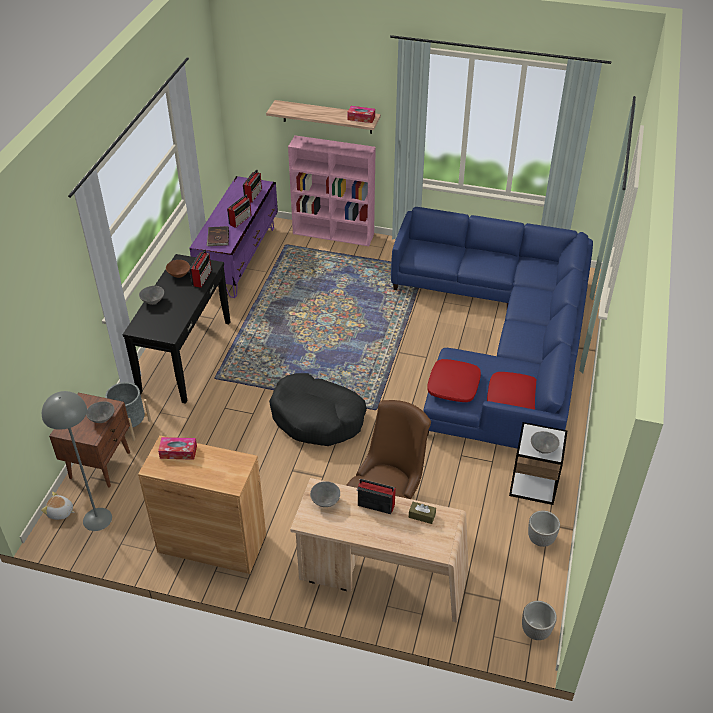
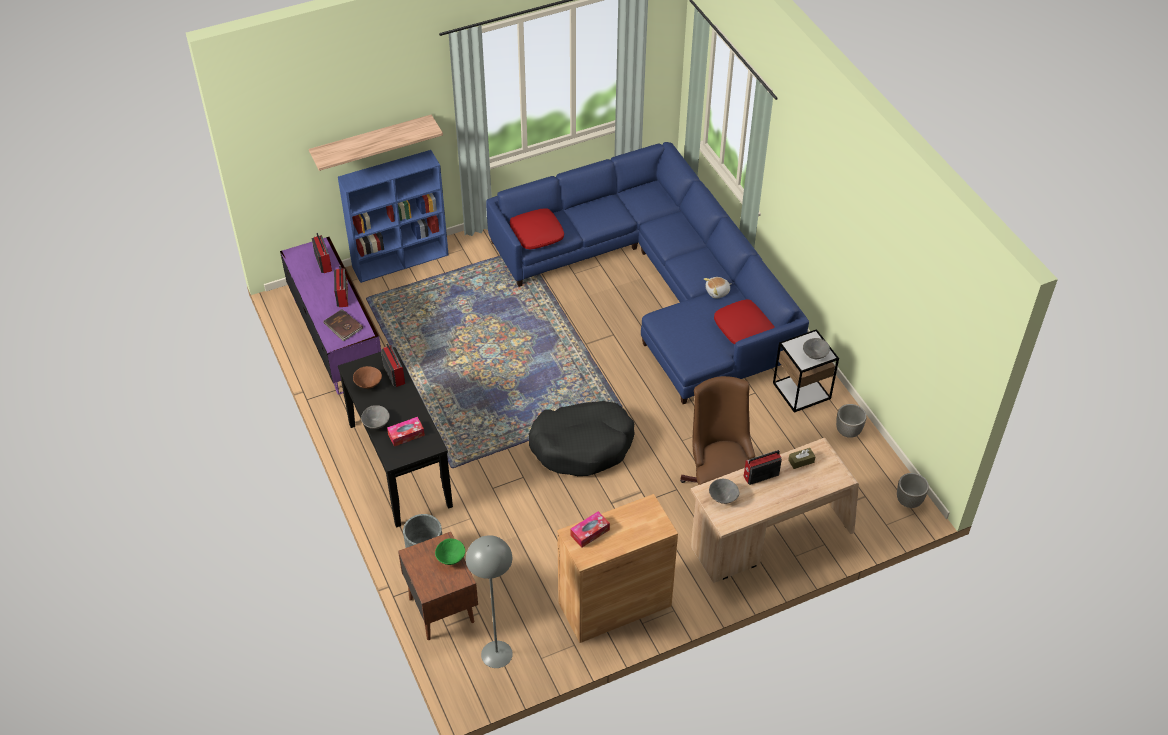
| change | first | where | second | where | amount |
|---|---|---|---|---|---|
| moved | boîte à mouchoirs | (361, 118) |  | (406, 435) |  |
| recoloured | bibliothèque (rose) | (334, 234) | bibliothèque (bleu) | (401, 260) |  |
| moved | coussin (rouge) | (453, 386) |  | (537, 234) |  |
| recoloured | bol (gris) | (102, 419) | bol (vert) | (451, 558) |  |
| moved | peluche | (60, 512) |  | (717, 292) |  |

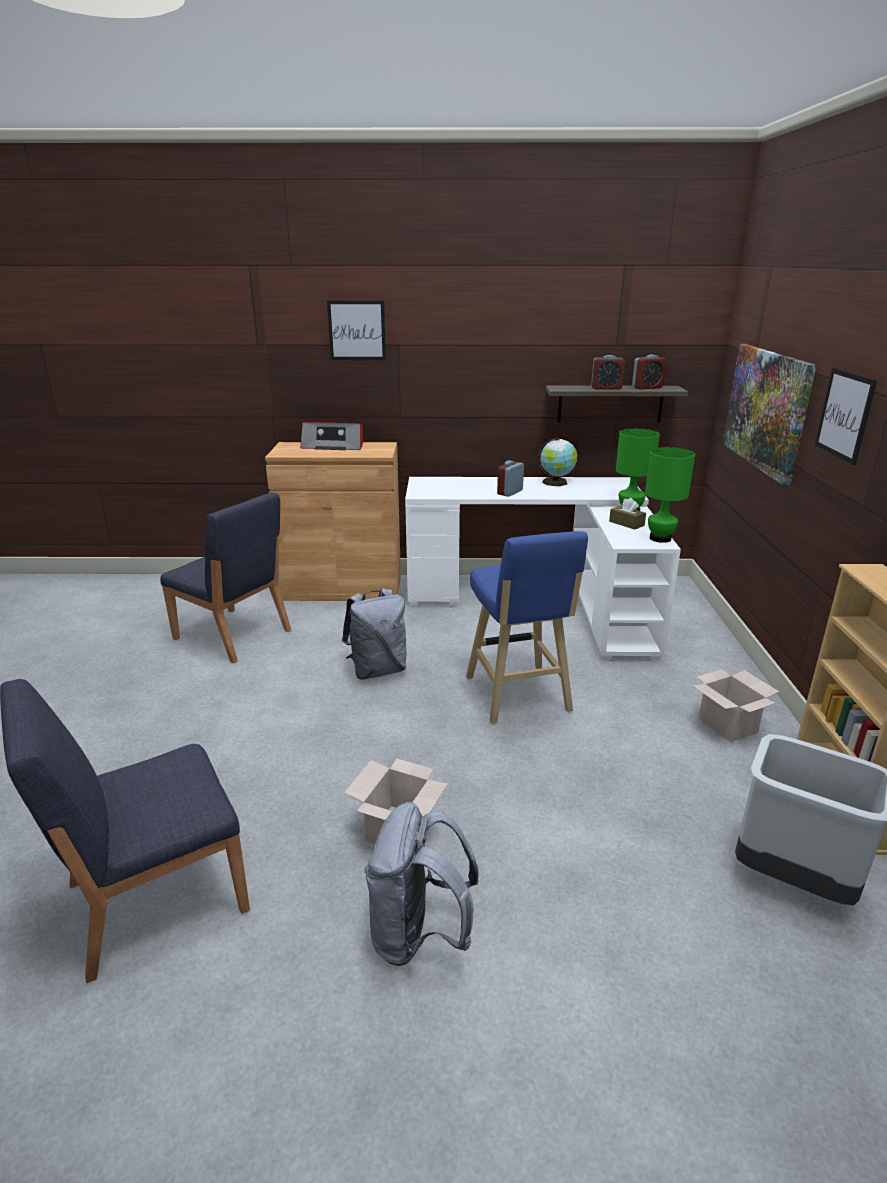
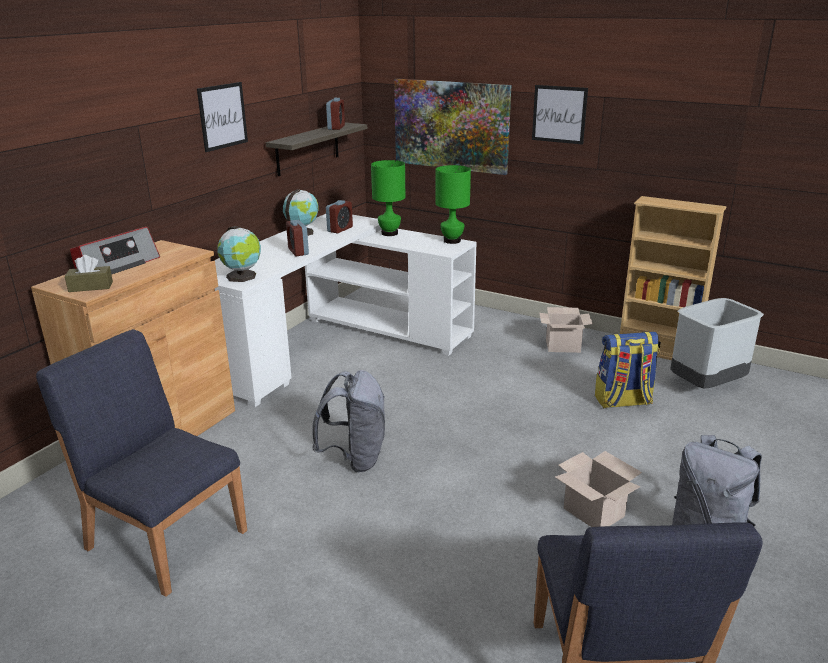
| change | first | where | second | where | amount |
|---|---|---|---|---|---|
| moved | tableau | (357, 330) |  | (222, 116) |  |
| moved | réveil | (606, 388) |  | (340, 229) |  |
| turned | chaise (bleu) | (233, 635) |  | (166, 538) | 120 degrees counterclockwise |
| moved | boîte à mouchoirs (marron) | (626, 523) |  | (90, 286) |  |
| removed | tabouret (bleu) | (518, 697) |  |  |  |
| added |  |  | globe | (242, 277) |  |
| added |  |  | sac à dos | (623, 401) |  |

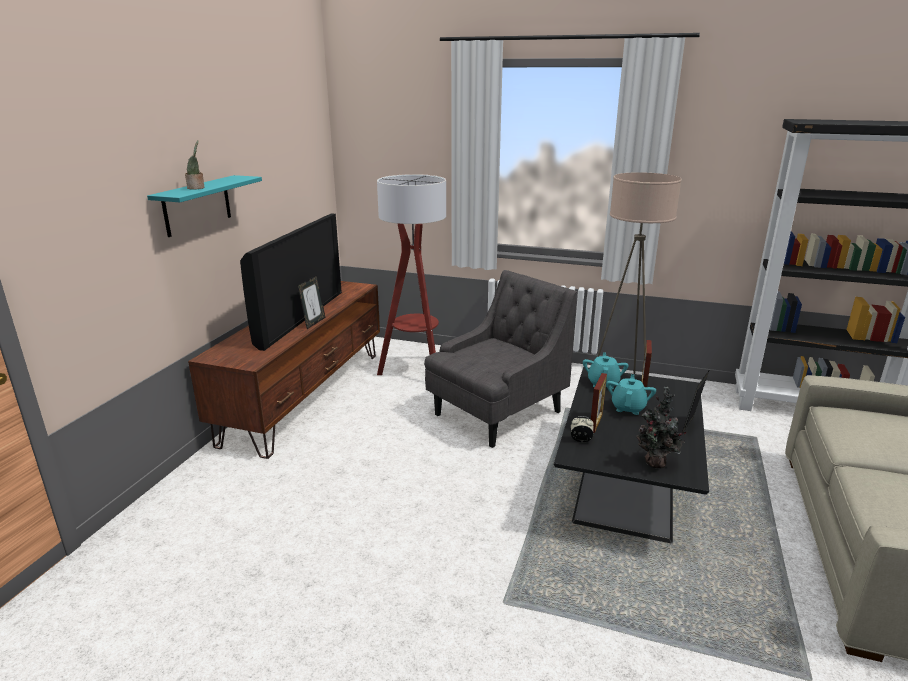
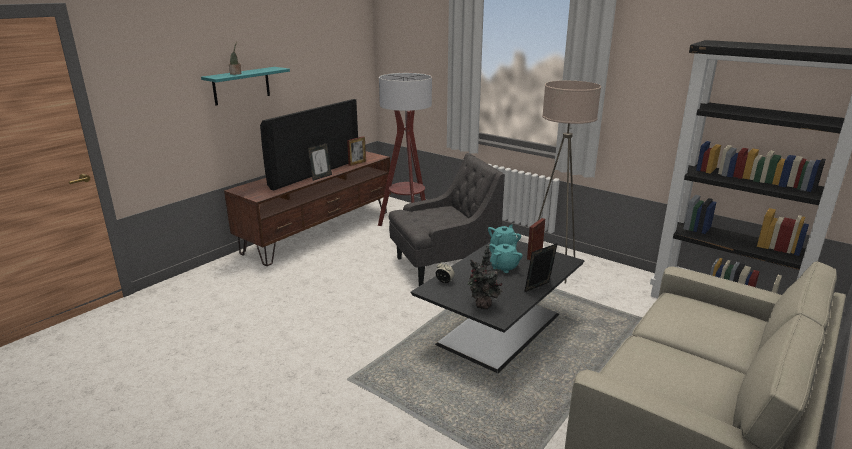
| change | first | where | second | where | amount |
|---|---|---|---|---|---|
| moved | cadre photo | (596, 423) |  | (357, 163) |  |

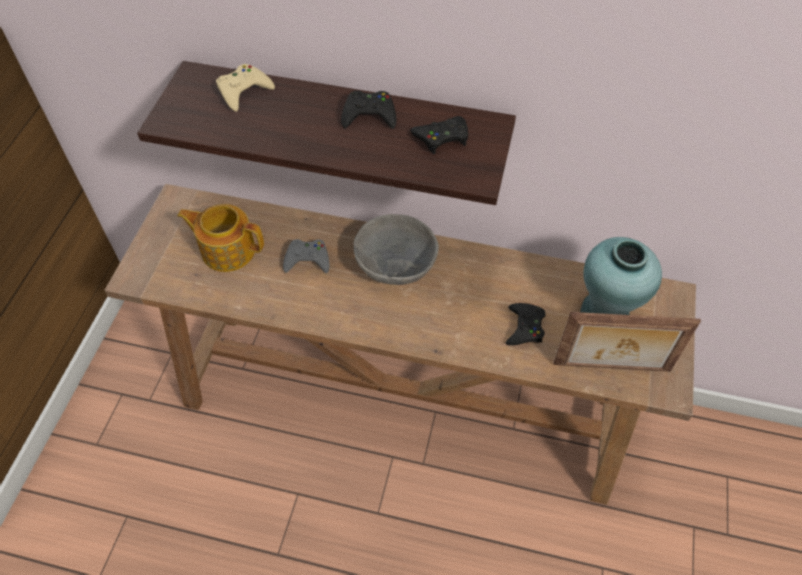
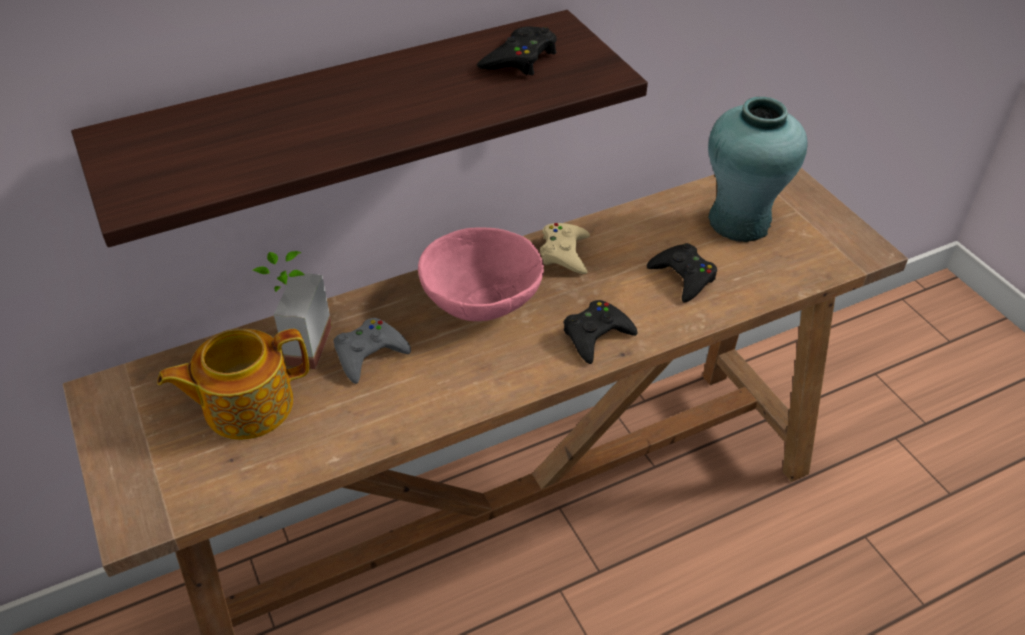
| change | first | where | second | where | amount |
|---|---|---|---|---|---|
| moved | manette (beige) | (243, 91) |  | (564, 253) |  |
| moved | manette (noir) | (369, 115) |  | (596, 335) |  |
| recoloured | bol (gris) | (395, 265) | bol (rose) | (481, 299) |  |
| removed | cadre photo | (611, 369) |  |  |  |
| added |  |  | plante en pot | (297, 344) |  |

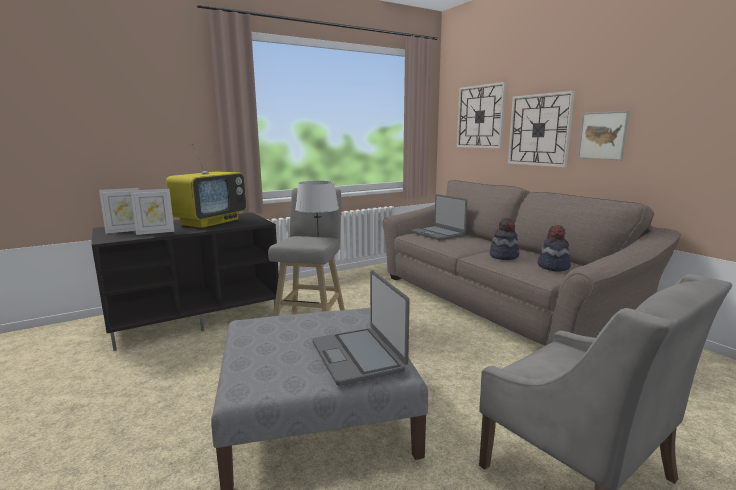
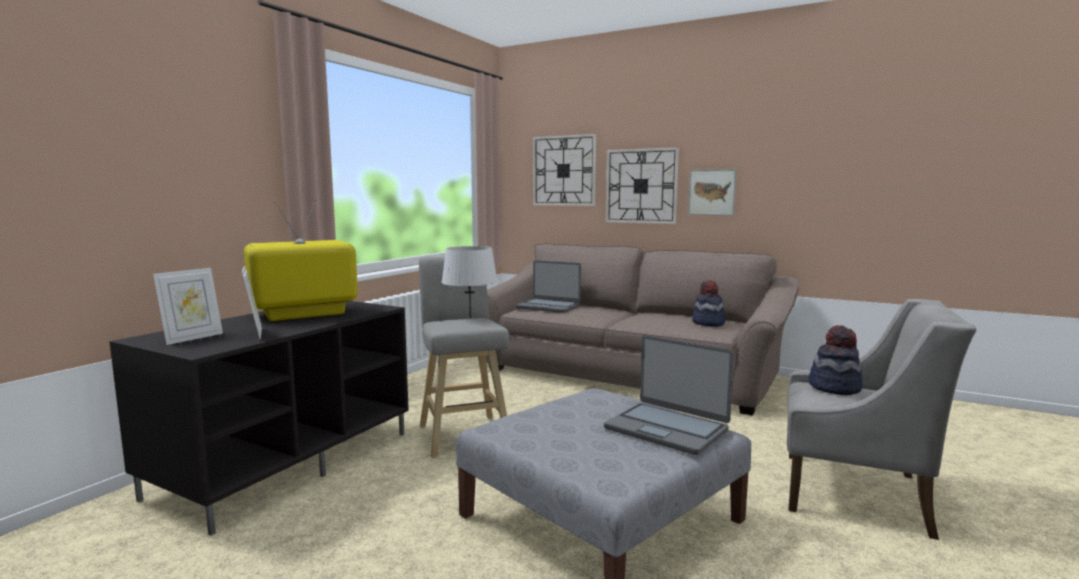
| change | first | where | second | where | amount |
|---|---|---|---|---|---|
| turned | téléviseur | (210, 222) |  | (303, 314) | 120 degrees counterclockwise |
| turned | cadre photo | (155, 232) |  | (254, 334) | 60 degrees counterclockwise |
| moved | chapeau | (504, 256) |  | (834, 387) |  |

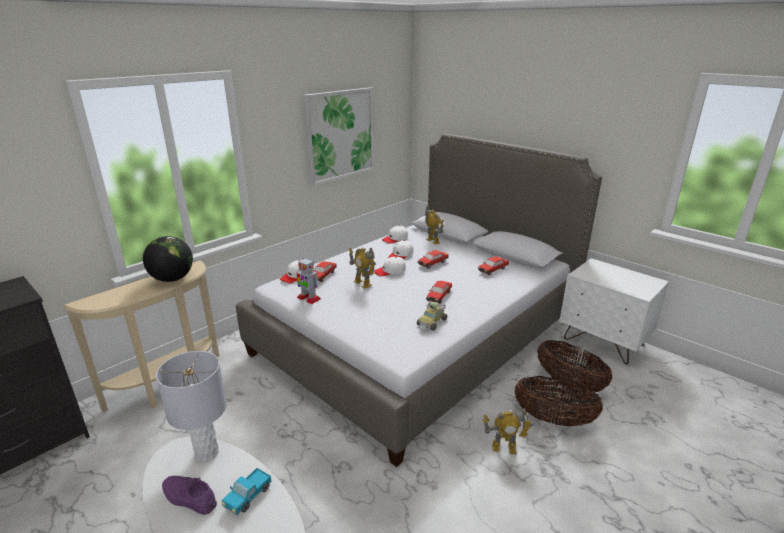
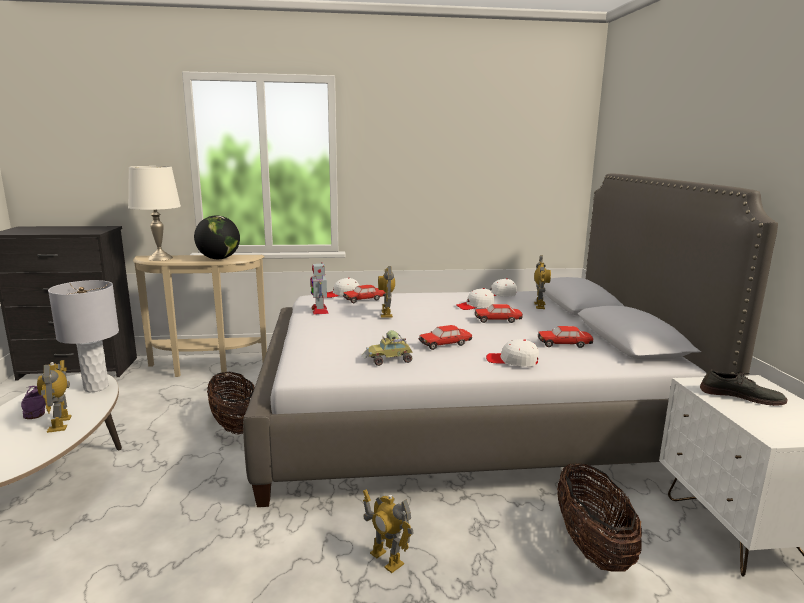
| change | first | where | second | where | amount |
|---|---|---|---|---|---|
| removed | tableau | (340, 135) |  |  |  |
| moved | casquette (blanc) | (390, 271) |  | (512, 361) |  |
| moved | panier | (553, 419) |  | (235, 426) |  |
| replaced | camion jouet | (248, 497) | robot jouet | (61, 424) |  |
| added |  |  | lampe de table (blanc) | (160, 258) |  |
| added |  |  | chaussure (gris) | (741, 396) |  |

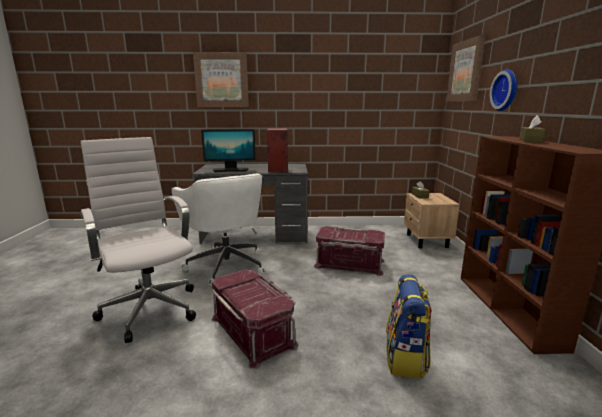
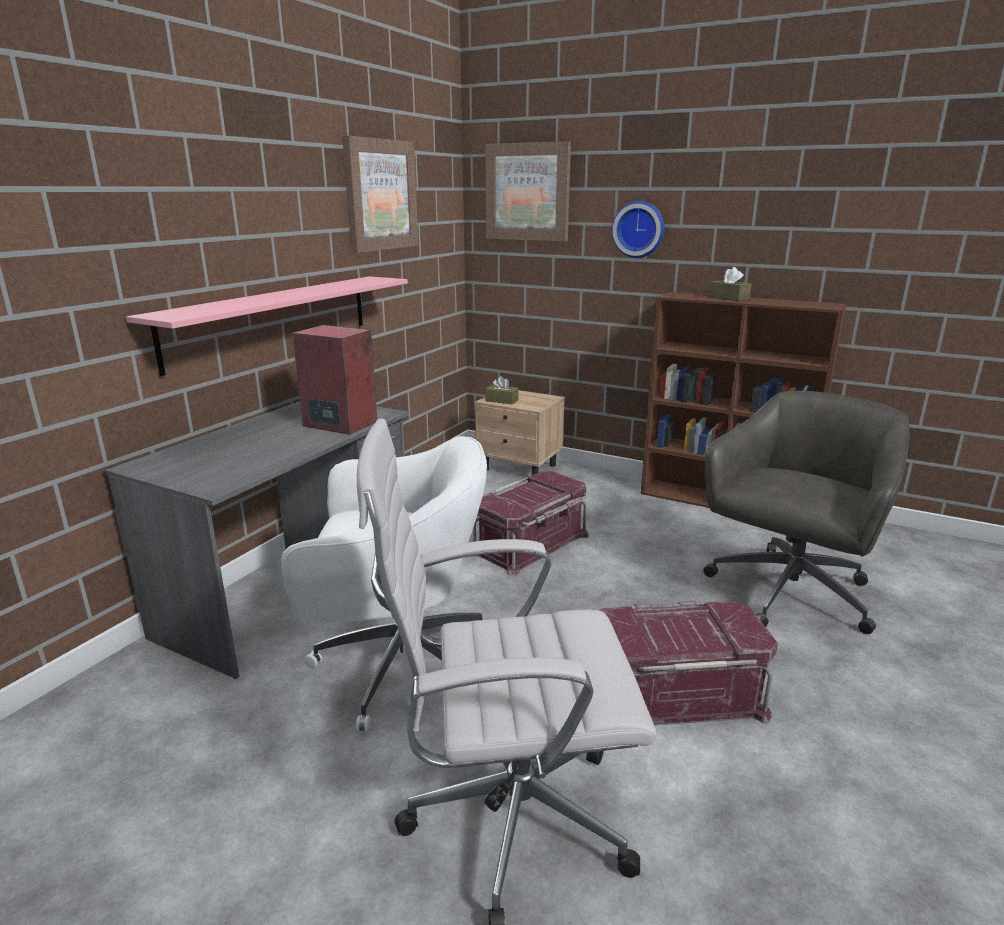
| change | first | where | second | where | amount |
|---|---|---|---|---|---|
| moved | tableau | (221, 80) |  | (380, 195) |  |
| removed | écran d'ordinateur | (230, 170) |  |  |  |
| replaced | sac à dos | (406, 358) | chaise de bureau (gris) | (788, 594) |  |
| added |  |  | étagère (rose) | (273, 319) |  |

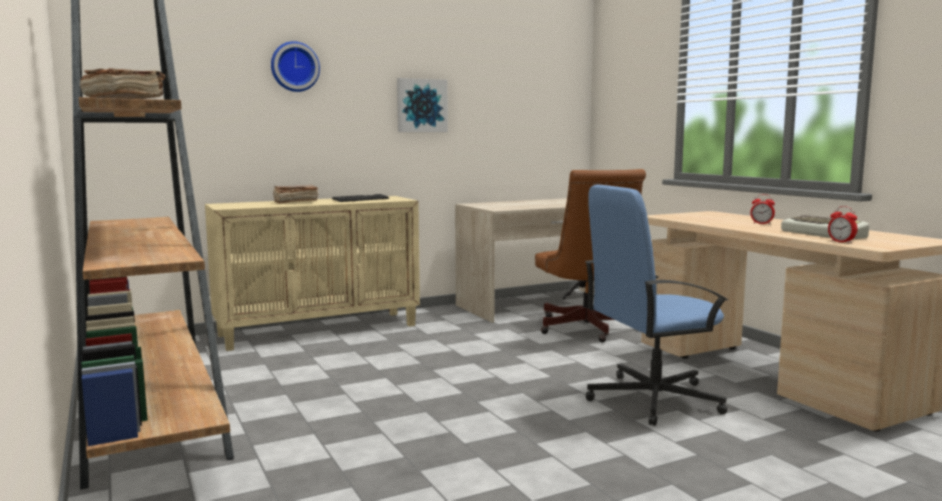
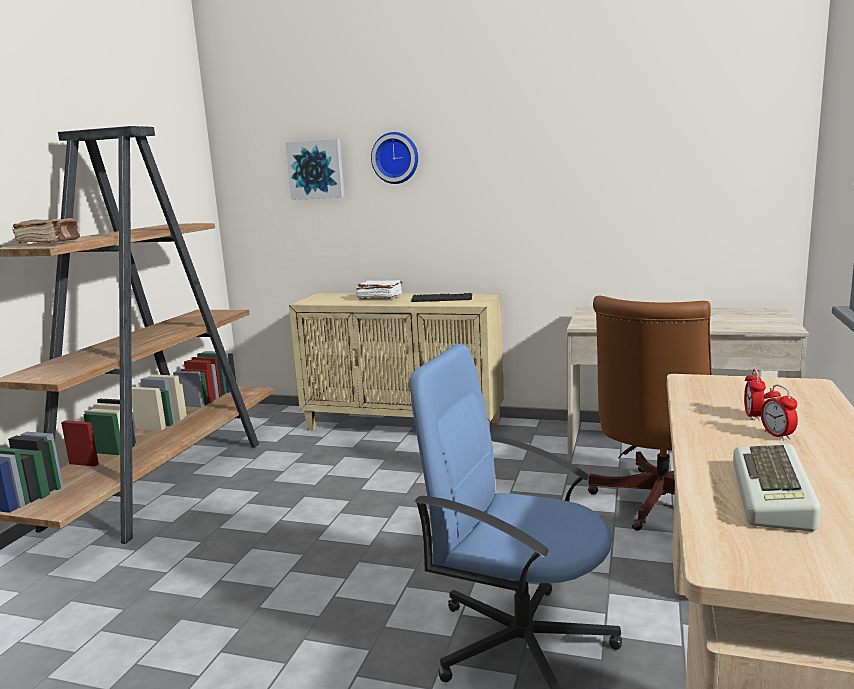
| change | first | where | second | where | amount |
|---|---|---|---|---|---|
| moved | tableau | (421, 105) |  | (316, 169) |  |
| recoloured | livre (marron) | (295, 202) | livre (blanc) | (379, 298) |  |
| moved | réveil | (841, 242) |  | (752, 416) |  |

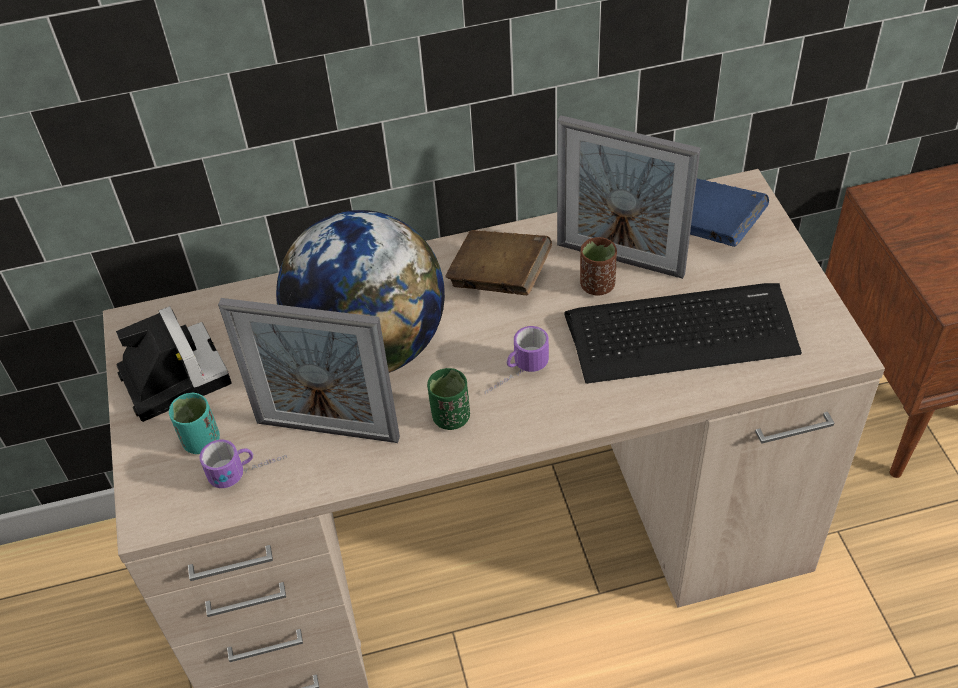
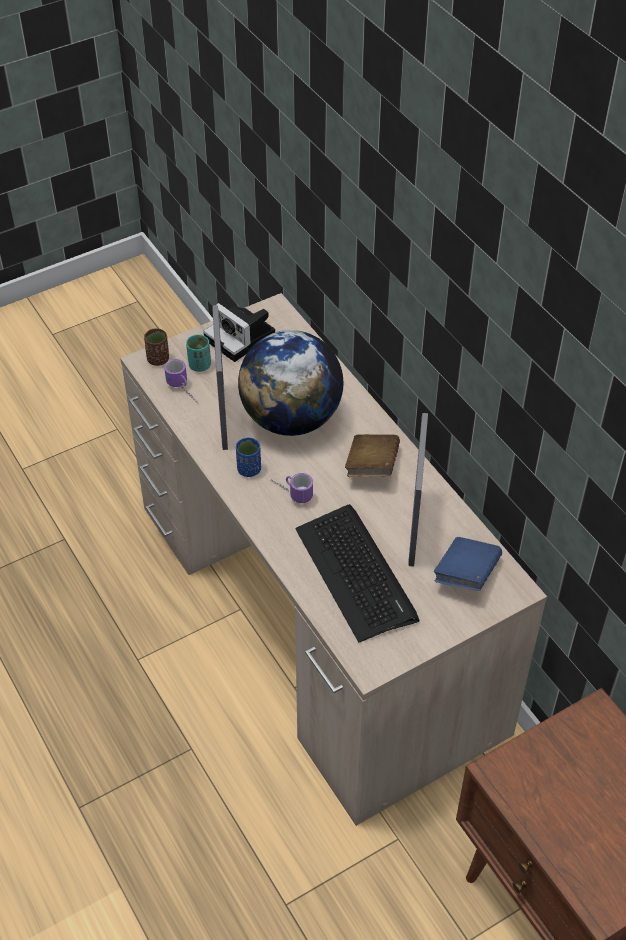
| change | first | where | second | where | amount |
|---|---|---|---|---|---|
| moved | tasse (marron) | (597, 285) |  | (158, 359) |  |
| turned | appareil photo | (172, 375) |  | (242, 338) | 90 degrees clockwise |
| recoloured | tasse (vert) | (451, 417) | tasse (bleu) | (249, 469) |  |

